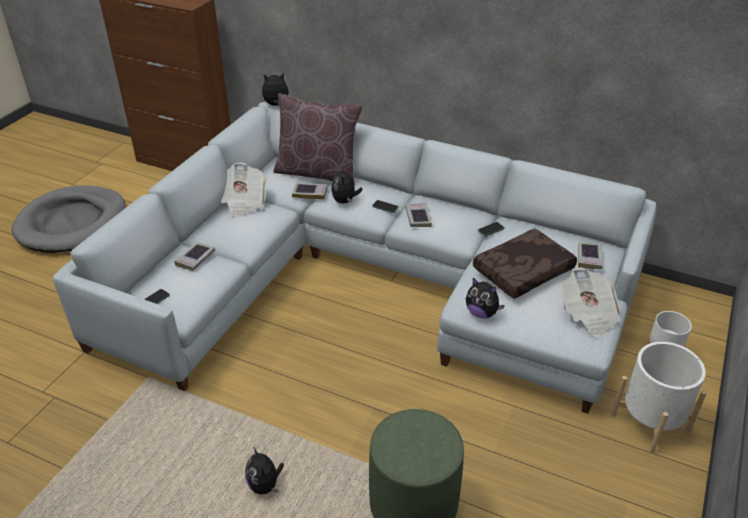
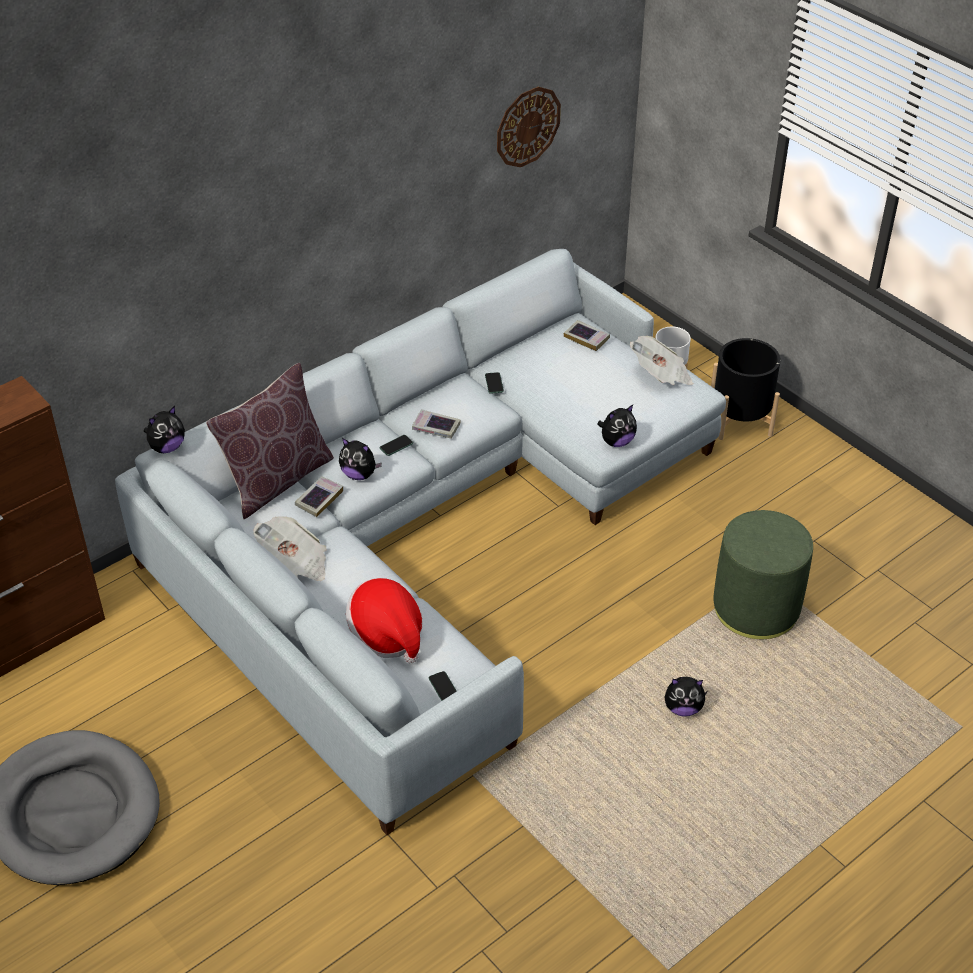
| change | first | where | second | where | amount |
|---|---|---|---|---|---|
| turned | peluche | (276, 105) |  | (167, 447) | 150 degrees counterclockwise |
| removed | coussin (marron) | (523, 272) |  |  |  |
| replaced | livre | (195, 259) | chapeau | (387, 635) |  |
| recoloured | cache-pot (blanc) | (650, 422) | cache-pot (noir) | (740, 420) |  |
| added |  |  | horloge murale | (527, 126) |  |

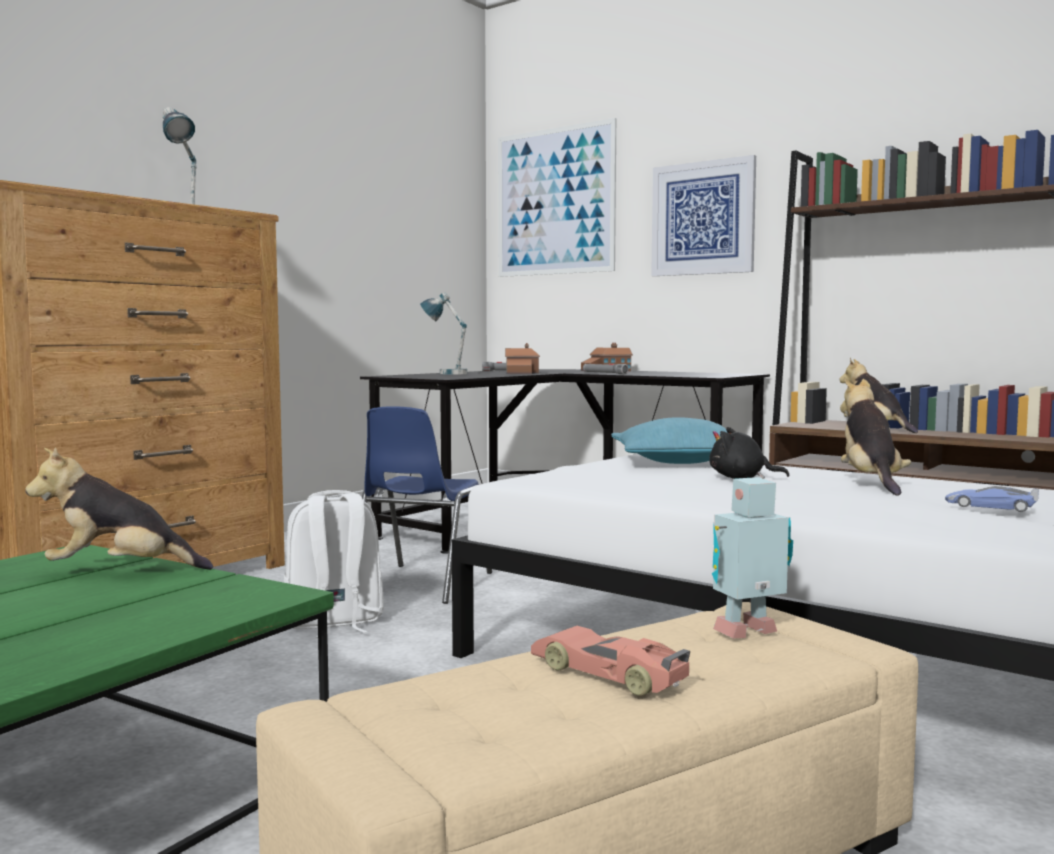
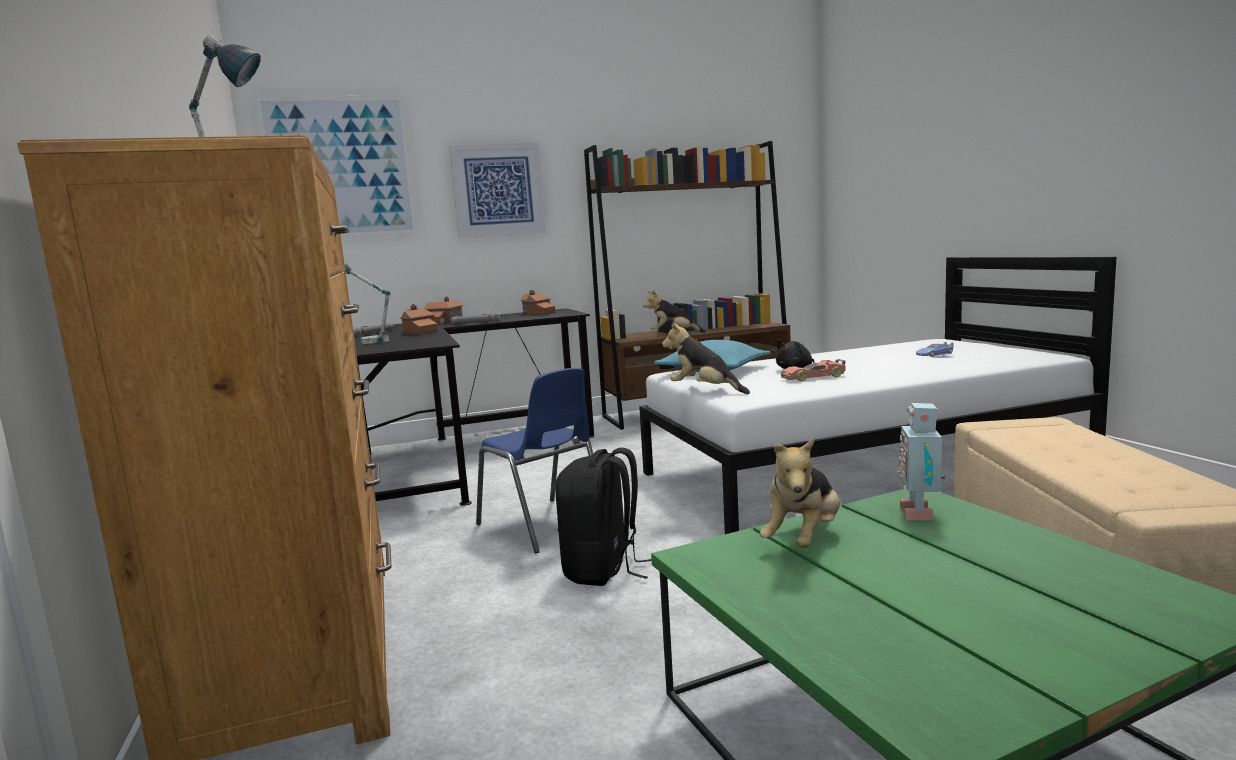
| change | first | where | second | where | amount |
|---|---|---|---|---|---|
| moved | peluche | (871, 483) |  | (705, 390) |  |
| moved | robot jouet | (750, 633) |  | (920, 513) |  |
| recoloured | sac à dos (blanc) | (333, 623) | sac à dos (noir) | (603, 570) |  |
| moved | petite voiture | (609, 674) |  | (814, 377) |  |
| added |  |  | maison miniature | (537, 313) |  |

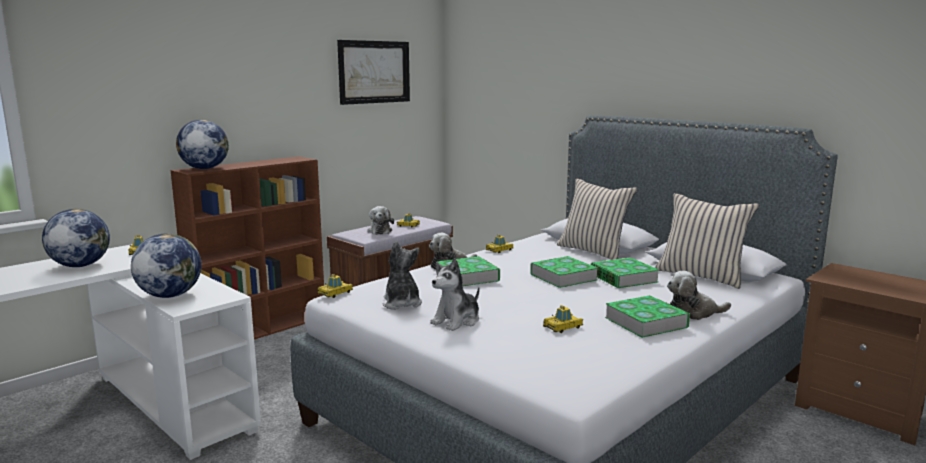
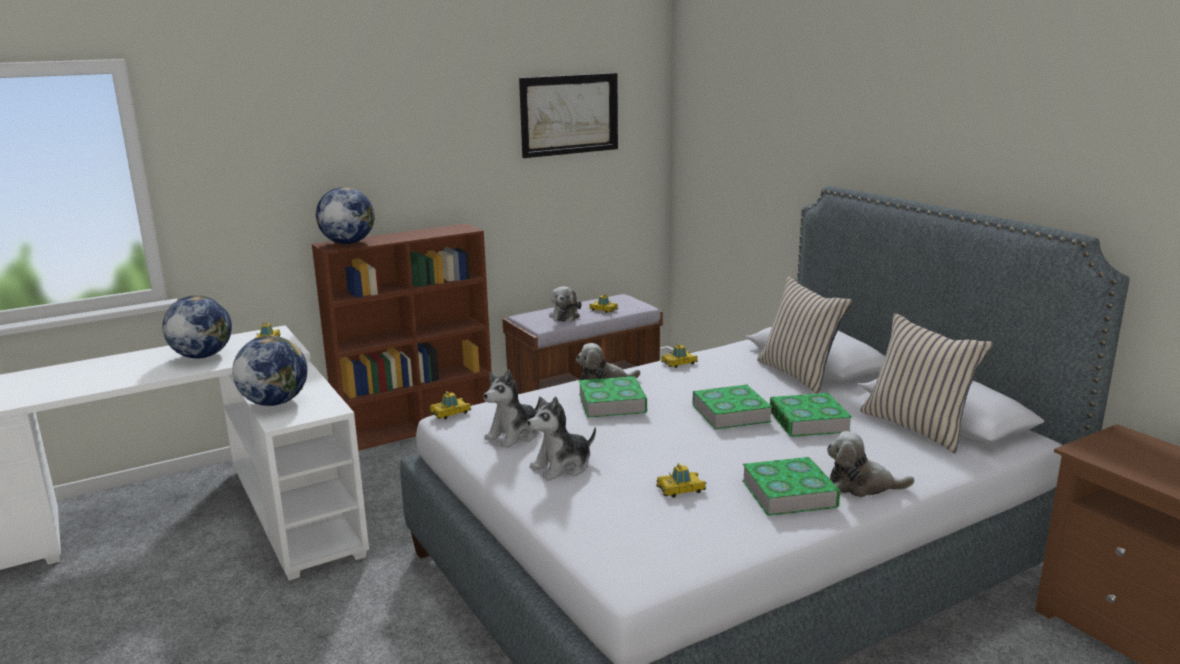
| change | first | where | second | where | amount |
|---|---|---|---|---|---|
| turned | peluche | (401, 303) |  | (514, 435) | 135 degrees counterclockwise |

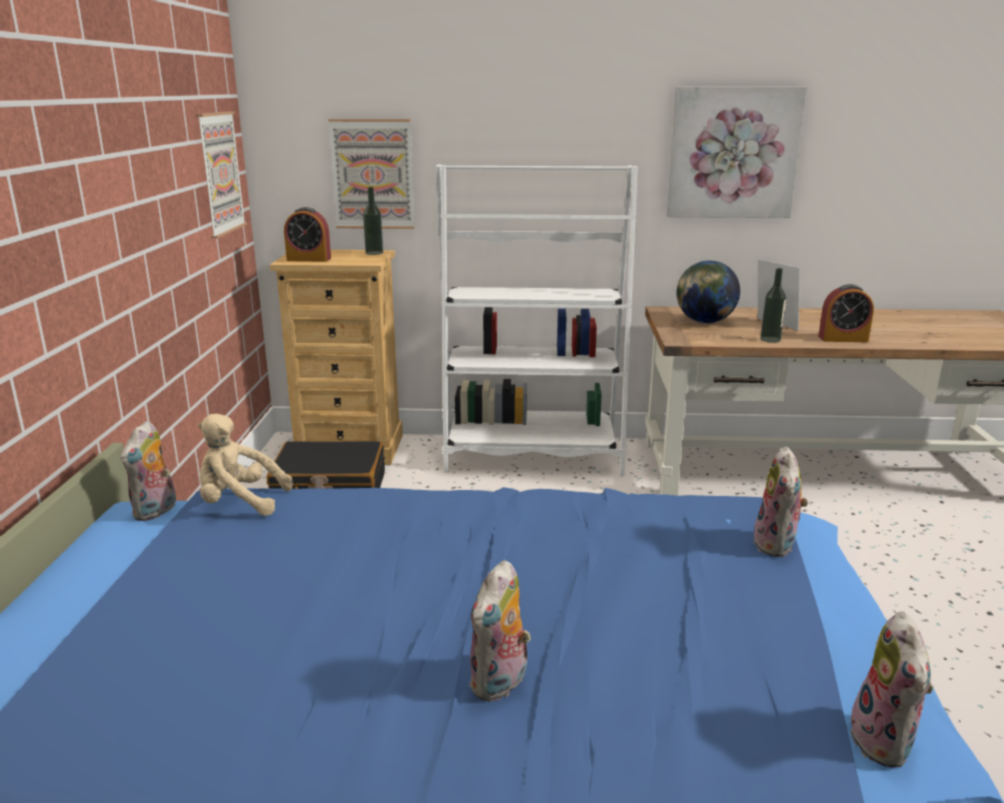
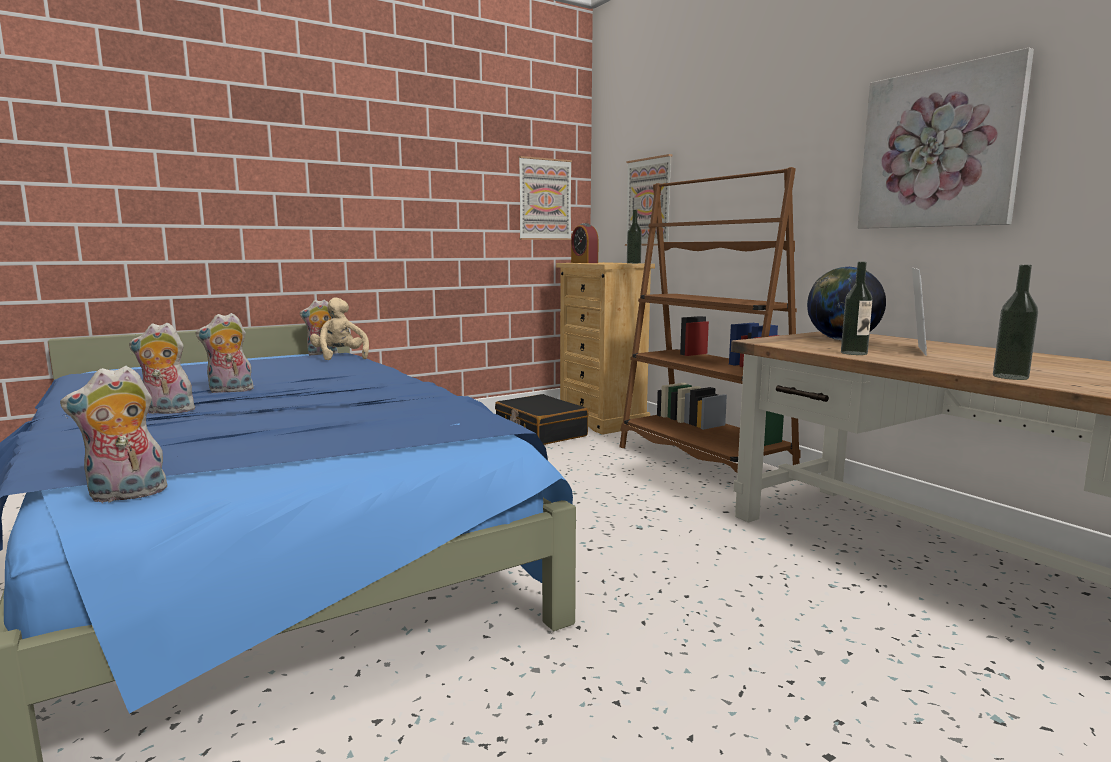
| change | first | where | second | where | amount |
|---|---|---|---|---|---|
| recoloured | bibliothèque (blanc) | (532, 456) | bibliothèque (marron) | (703, 461) |  |
| removed | réveil | (843, 339) |  |  |  |
| moved | peluche | (777, 545) |  | (230, 391) |  |
| added |  |  | bouteille | (1010, 377) |  |

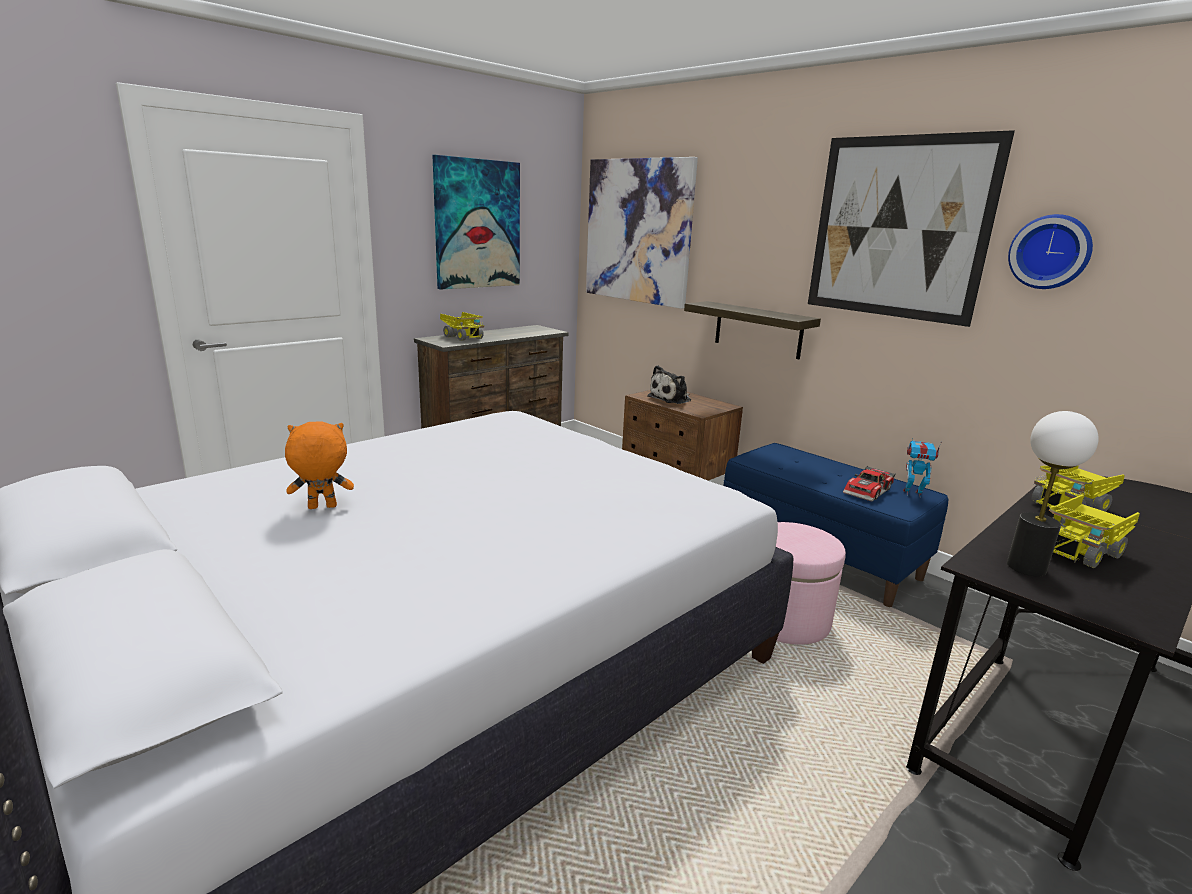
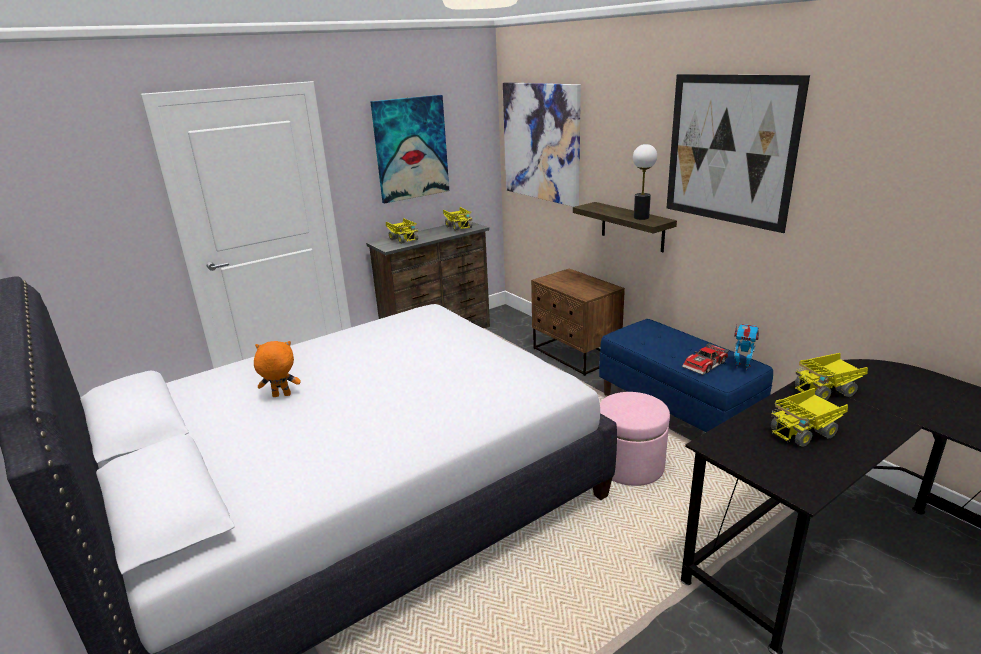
| change | first | where | second | where | amount |
|---|---|---|---|---|---|
| removed | horloge murale | (1050, 252) |  |  |  |
| removed | peluche | (671, 398) |  |  |  |
| moved | lampe de table | (1026, 568) |  | (641, 217) |  |
| added |  |  | camion jouet | (458, 227) |  |

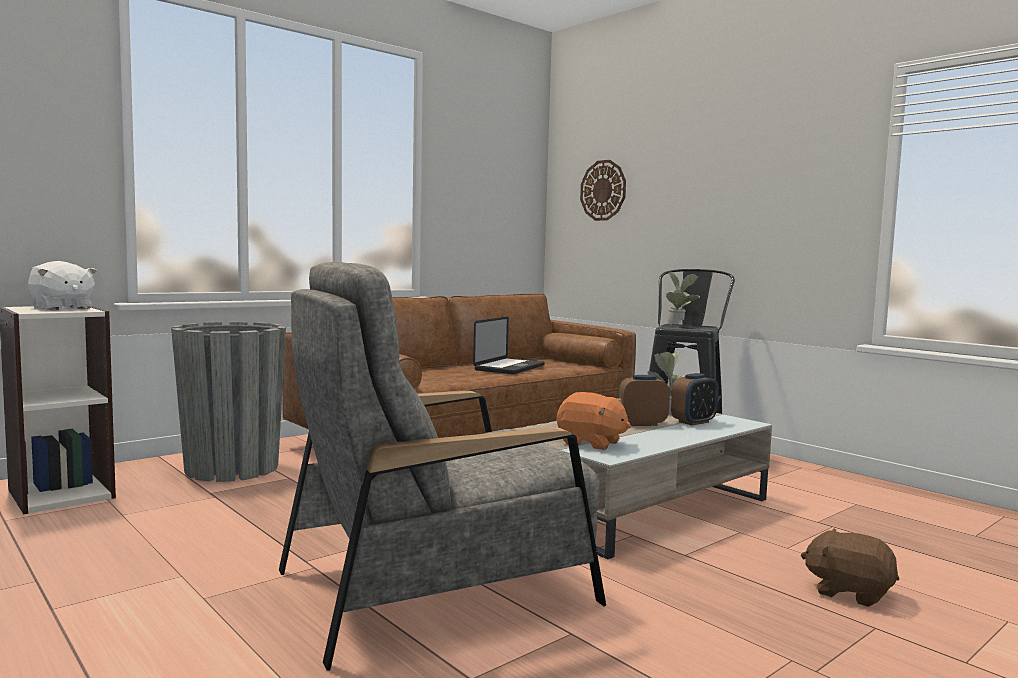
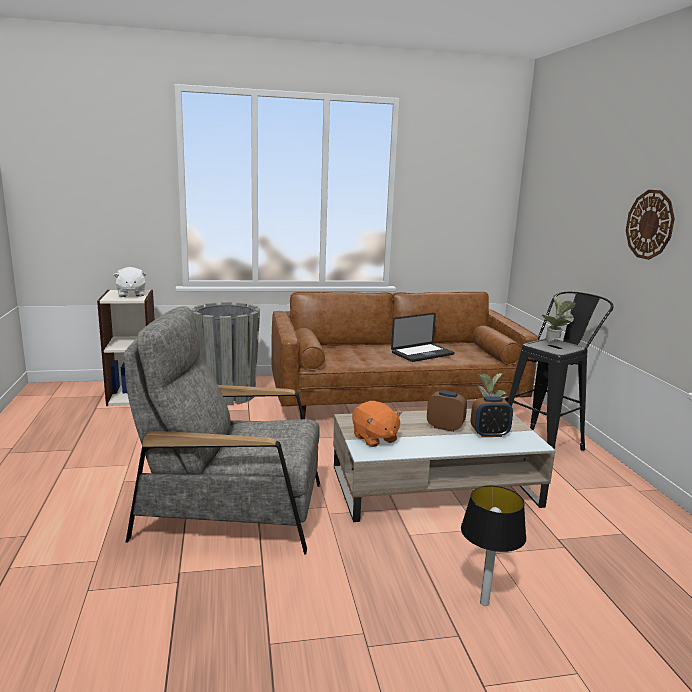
| change | first | where | second | where | amount |
|---|---|---|---|---|---|
| moved | horloge murale | (603, 190) |  | (650, 224) |  |
| replaced | peluche (marron) | (849, 592) | lampe de table | (484, 603) |  |

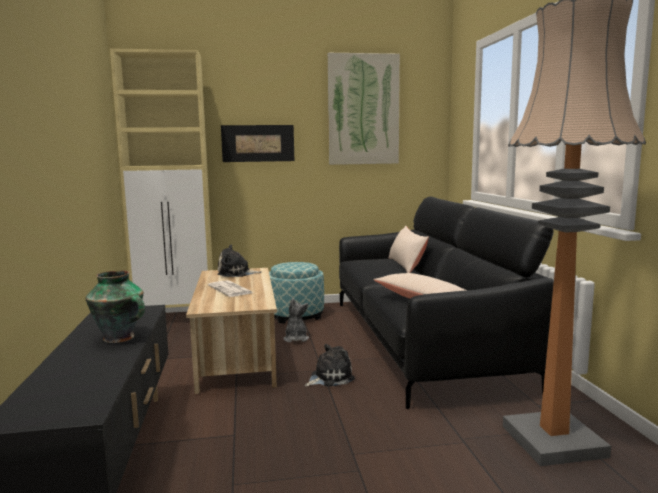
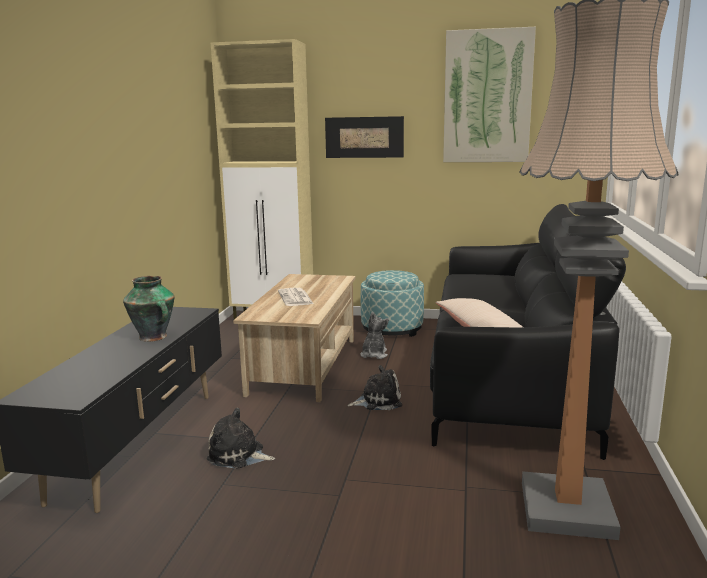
| change | first | where | second | where | amount |
|---|---|---|---|---|---|
| removed | coussin (beige) | (406, 265) |  |  |  |
| moved | peluche | (236, 273) |  | (238, 455) |  |

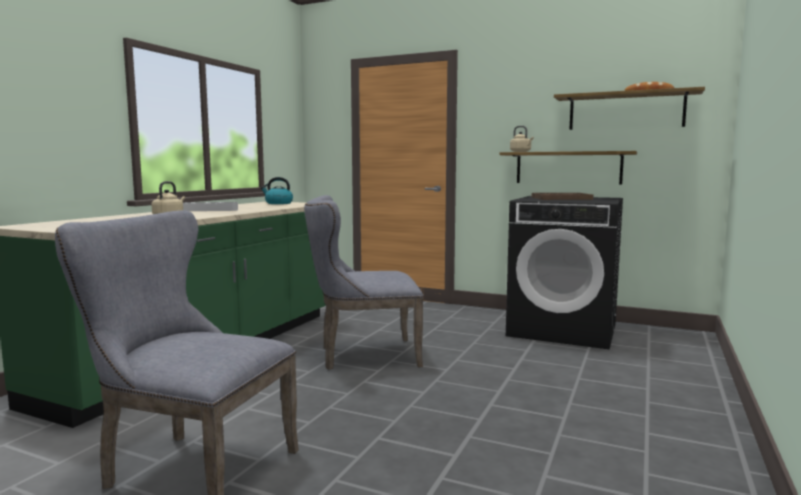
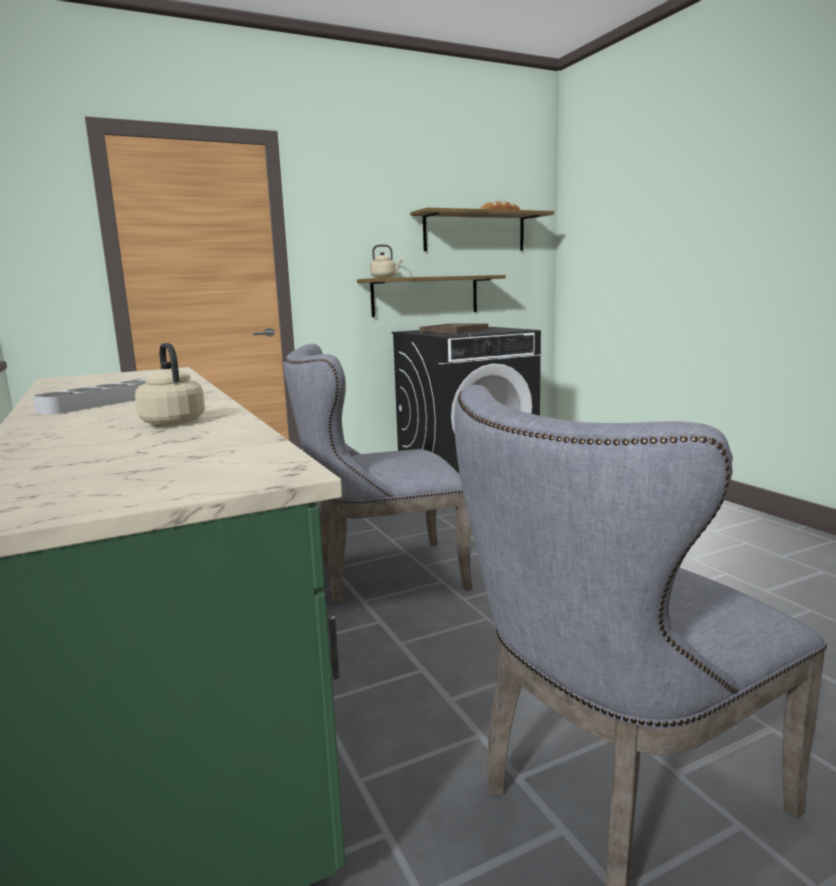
| change | first | where | second | where | amount |
|---|---|---|---|---|---|
| removed | bouilloire | (278, 203) |  |  |  |
| turned | chaise (gris) | (362, 355) |  | (380, 575) | 45 degrees clockwise |

